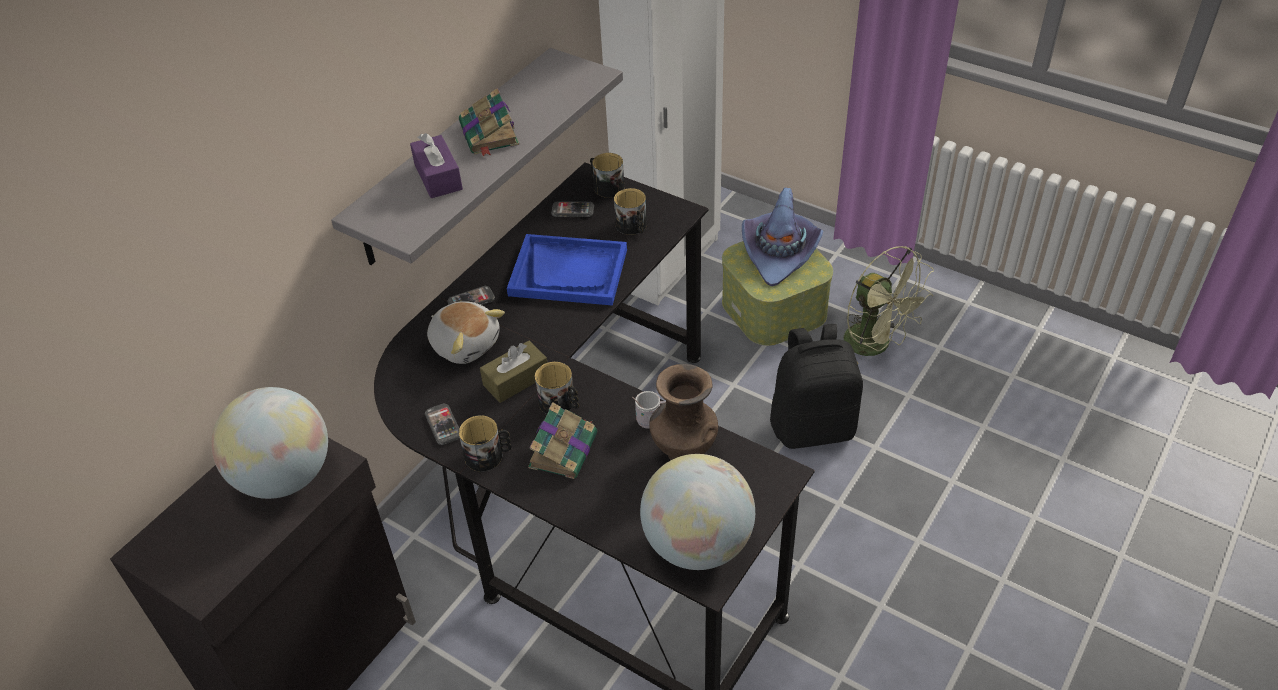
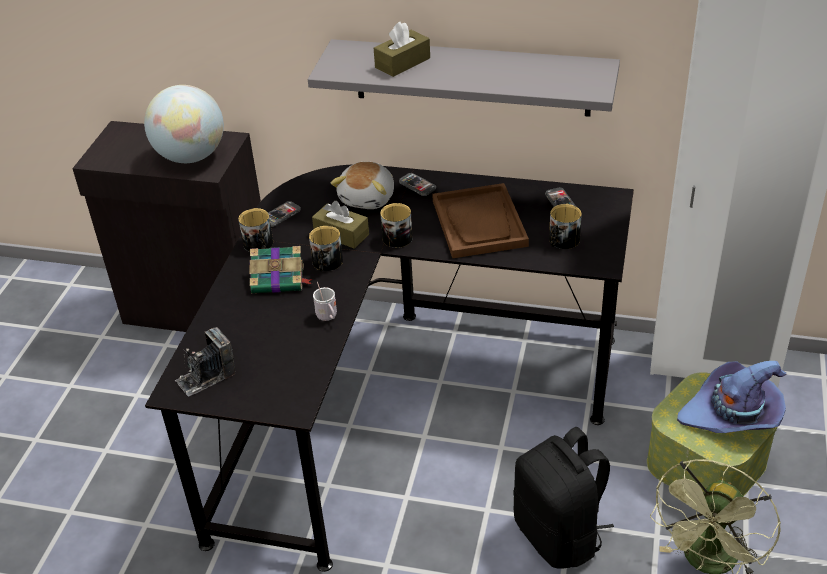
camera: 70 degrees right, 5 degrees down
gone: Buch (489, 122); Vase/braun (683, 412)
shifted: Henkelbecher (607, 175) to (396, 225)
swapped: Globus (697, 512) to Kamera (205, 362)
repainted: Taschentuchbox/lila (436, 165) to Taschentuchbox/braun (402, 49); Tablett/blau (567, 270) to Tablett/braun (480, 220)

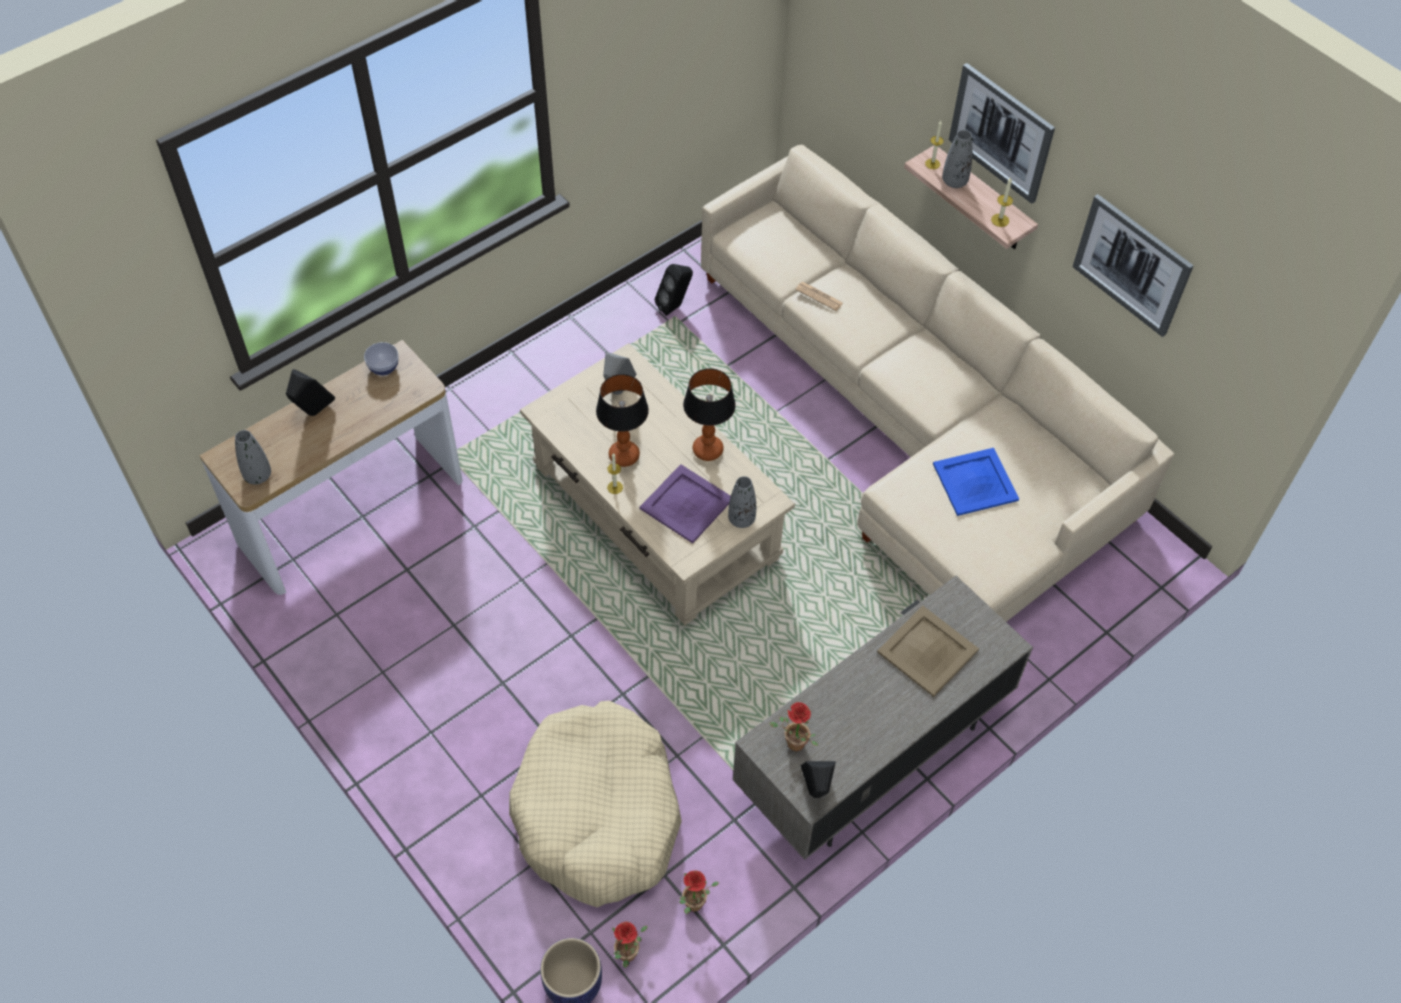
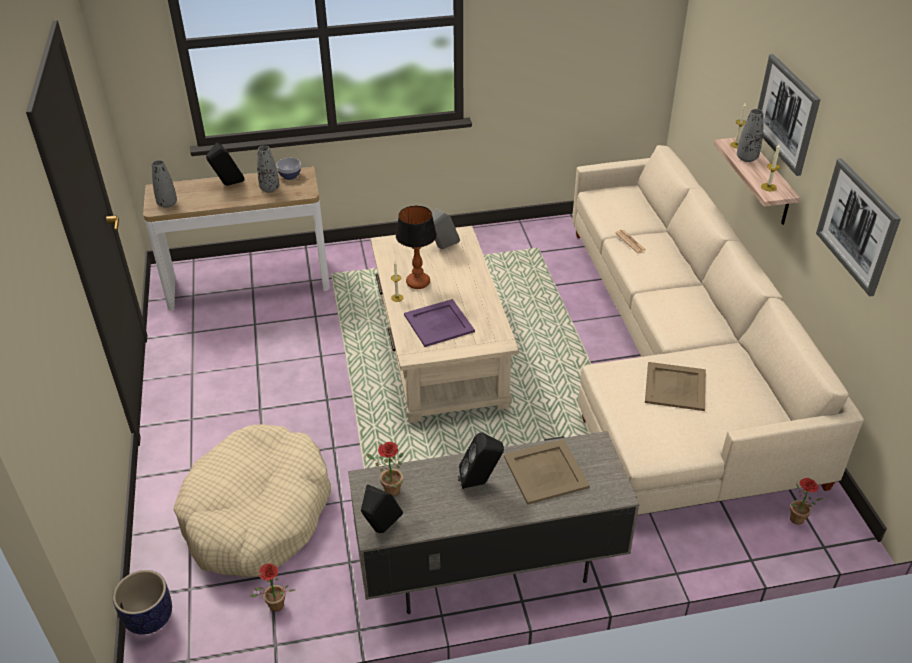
camera: 30 degrees right, 15 degrees down
gone: Tischlampe (709, 414)
shifted: Topfpflanze (630, 945) to (806, 501); Lautsprecher/schwarz (674, 290) to (481, 460); Vase/grau (742, 502) to (268, 169)
repainted: Tablett/blau (976, 482) to Tablett/beige (675, 386)

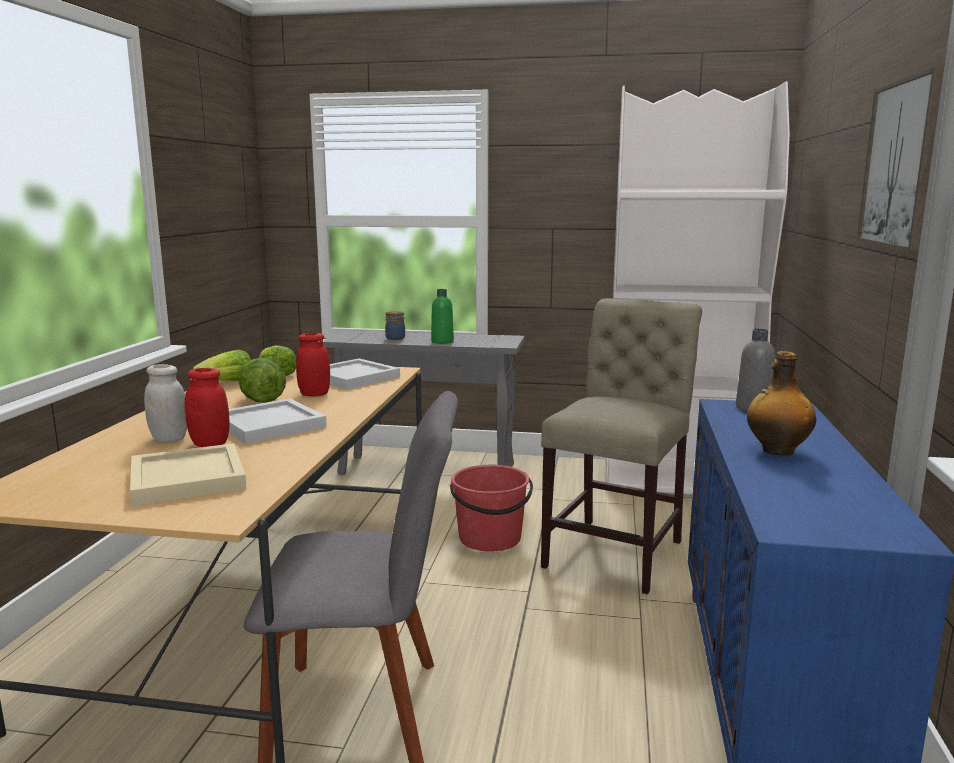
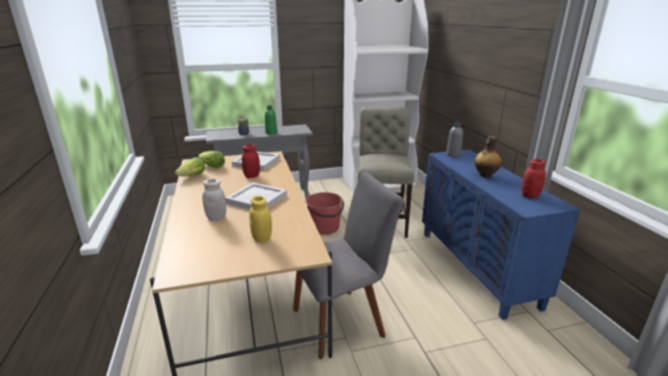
camera: 25 degrees left, 10 degrees up
gone: Salatkopf (262, 380); Bild (900, 159)
shifted: Vorratsglas/rot (207, 407) to (534, 178)
swapped: Tablett/beige (188, 474) to Vorratsglas/gelb (260, 219)

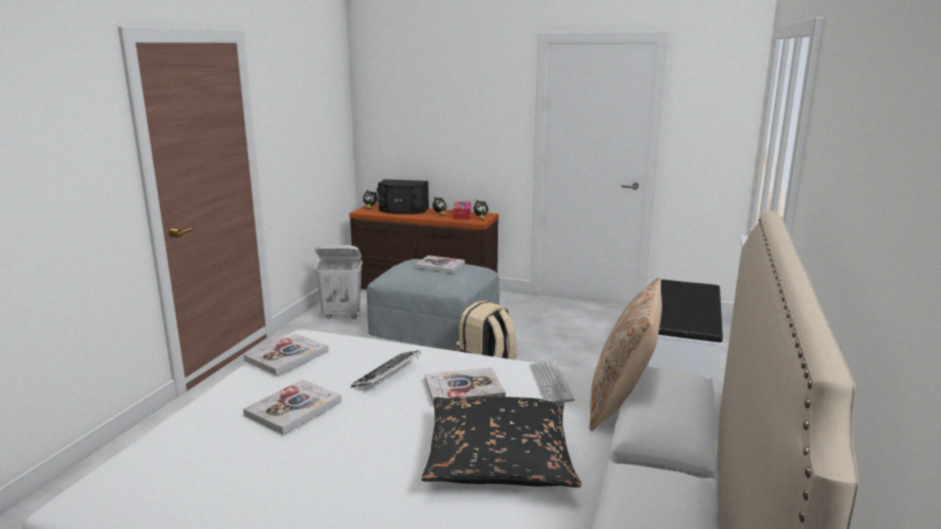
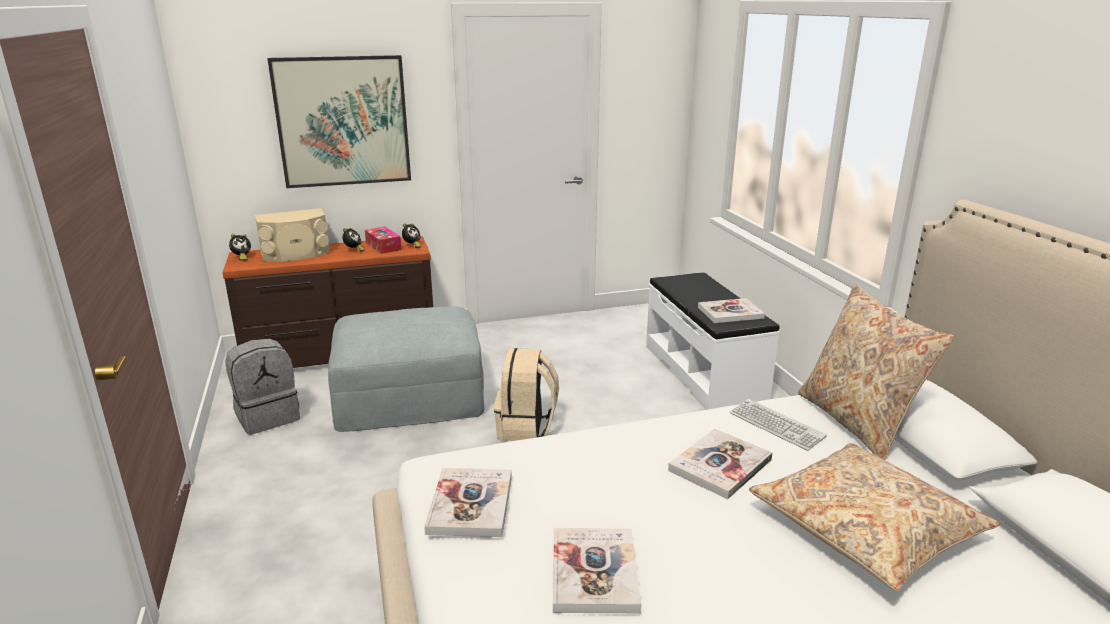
camera: 35 degrees left, 5 degrees up
gone: Tastatur (386, 368)
new: Bild (339, 121)
shifted: Buch (440, 264) to (731, 310)
swapped: Wäschekorb/weiß (338, 282) to Rucksack/grau (262, 387)
repainted: Lautsprecher/schwarz (403, 196) to Lautsprecher/beige (292, 234); Kissen/schwarz (501, 442) to Kissen/beige (874, 517)

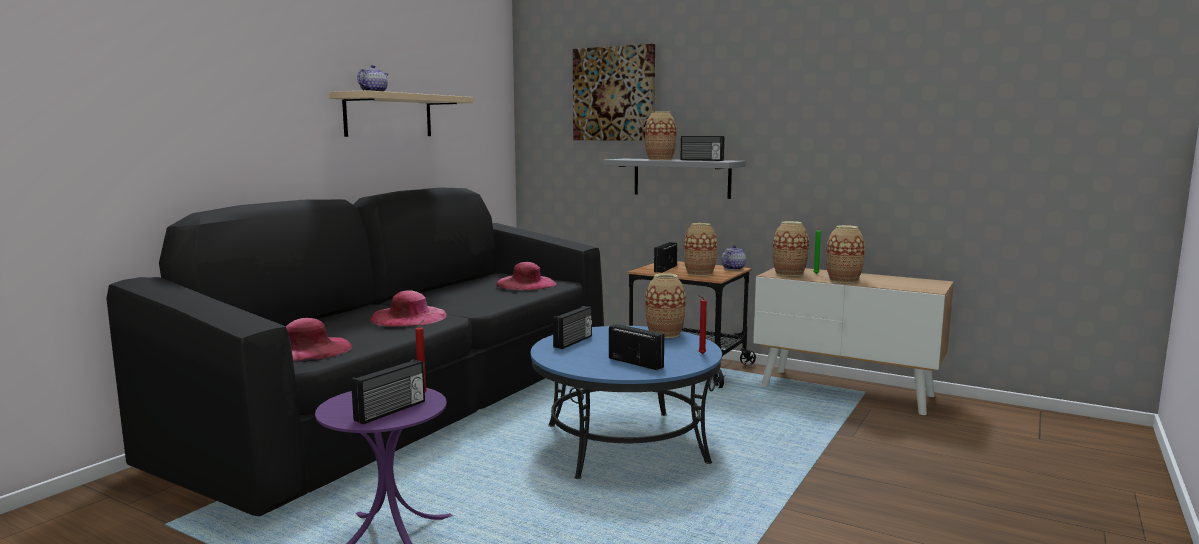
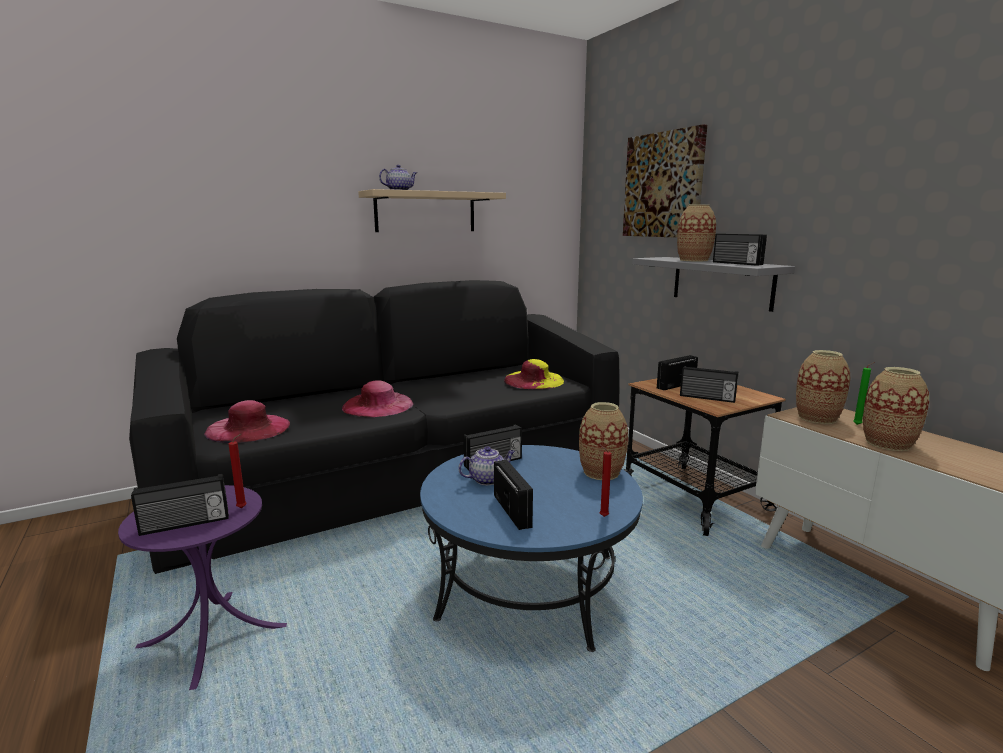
camera: 30 degrees right, 5 degrees up
shifted: Teekanne (733, 257) to (486, 465)
swapped: Vase (701, 249) to Radio (709, 384)
repainted: Hut/rosa (526, 276) to Hut/gelb (534, 374)

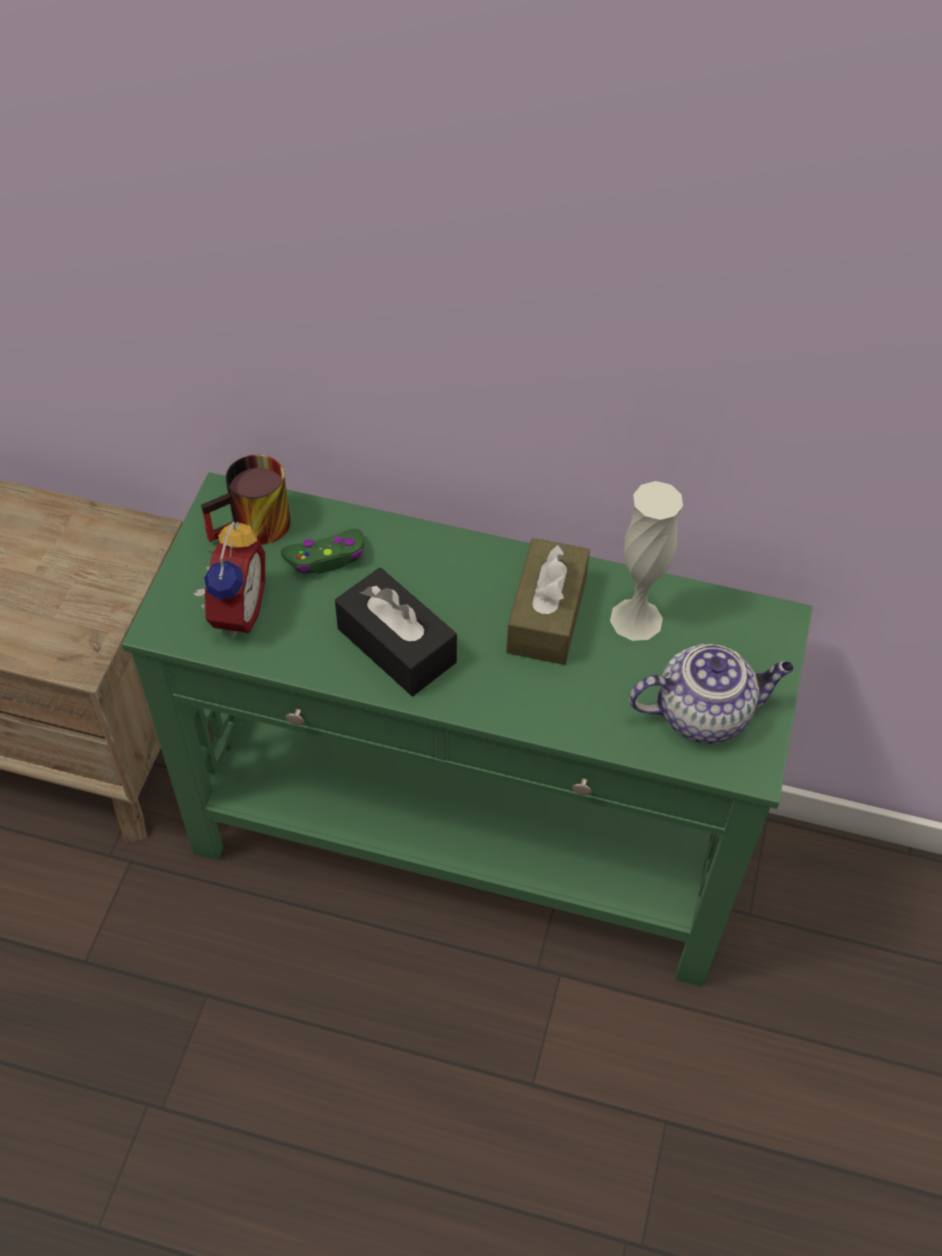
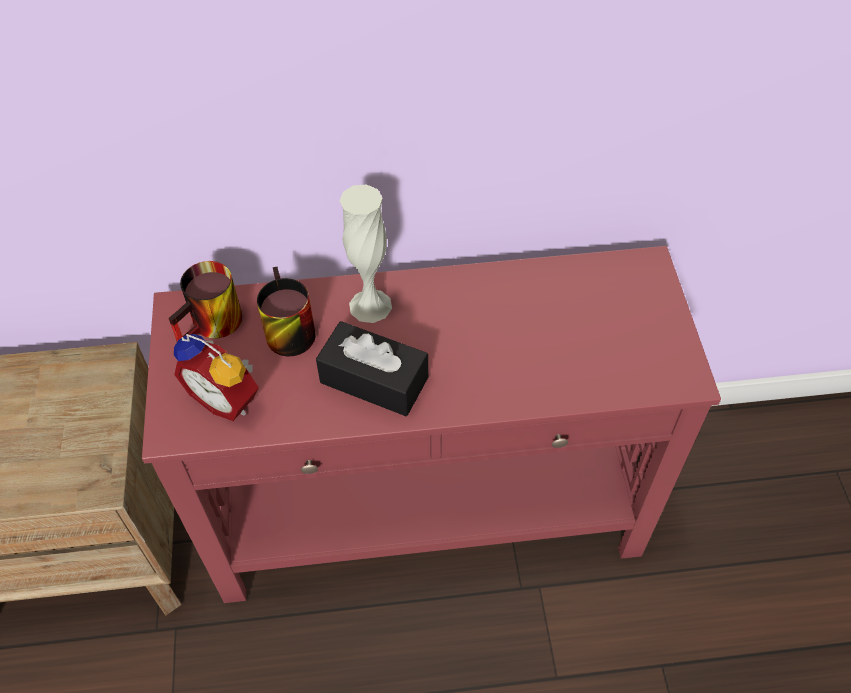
camera: 20 degrees left, 0 degrees up
gone: Taschentuchbox/braun (548, 601); Teekanne (711, 694)
shifted: Vase/weiß (646, 561) to (366, 253)
swapped: Gamepad/grün (323, 552) to Henkelbecher (286, 311)
repainted: Konsolentisch/grün (467, 729) to Konsolentisch/rot (431, 424)
rotated: Wecker (229, 579) = (216, 377) 135 degrees clockwise

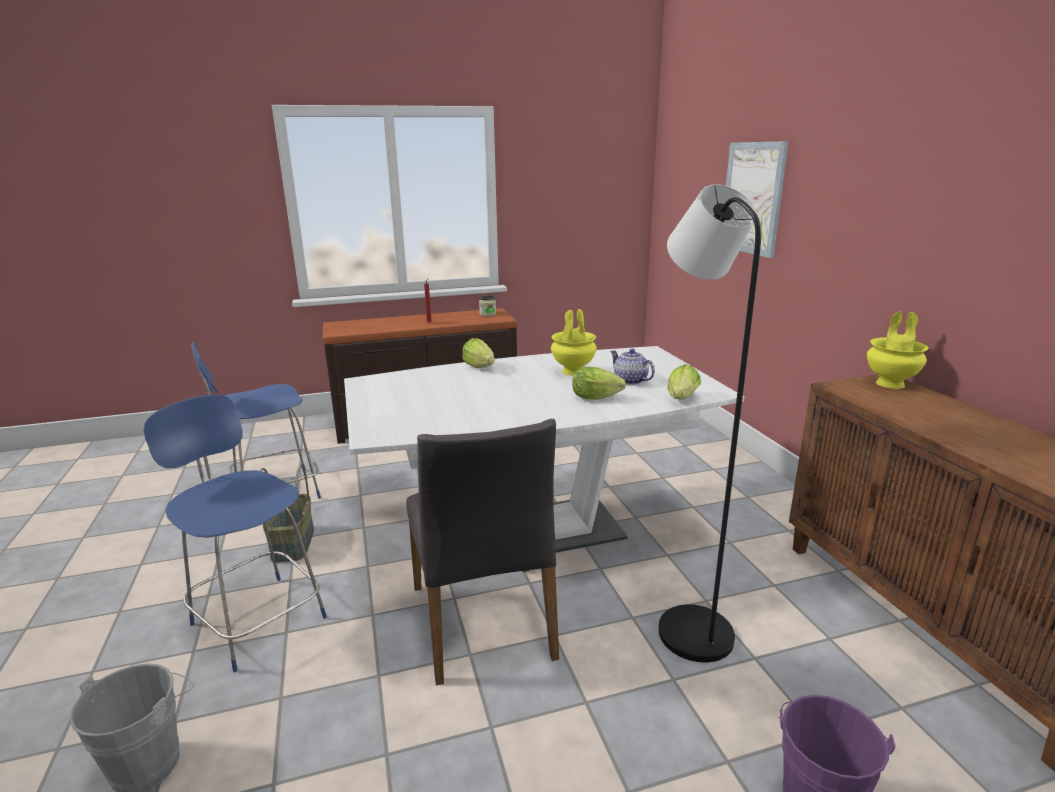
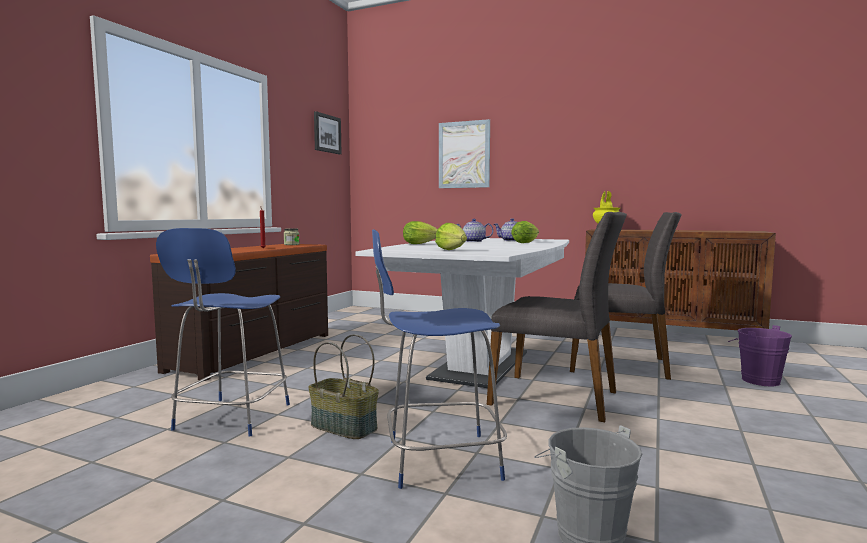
camera: 50 degrees left, 15 degrees down
new: Bild (328, 132)
shifted: Salatkopf (684, 382) to (451, 236)
swapped: Vase/gelb (574, 342) to Teekanne (474, 230); Stehlampe/schwarz (710, 423) to Stuhl/grau (626, 296)

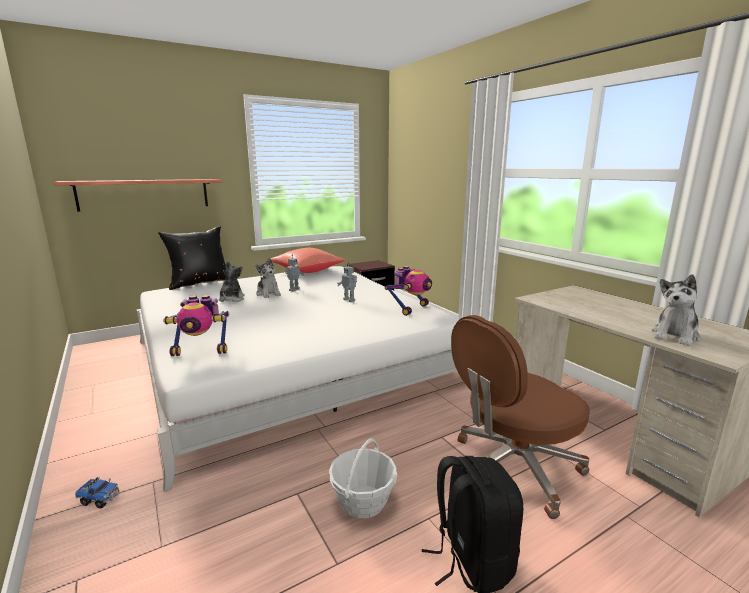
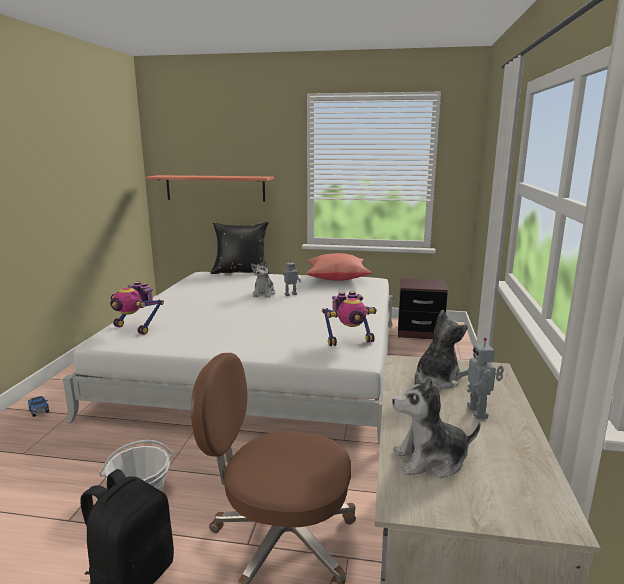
camera: 40 degrees right, 0 degrees up
shifted: Plüschtier (232, 281) to (441, 349); Spielzeugroboter (347, 282) to (480, 378)

